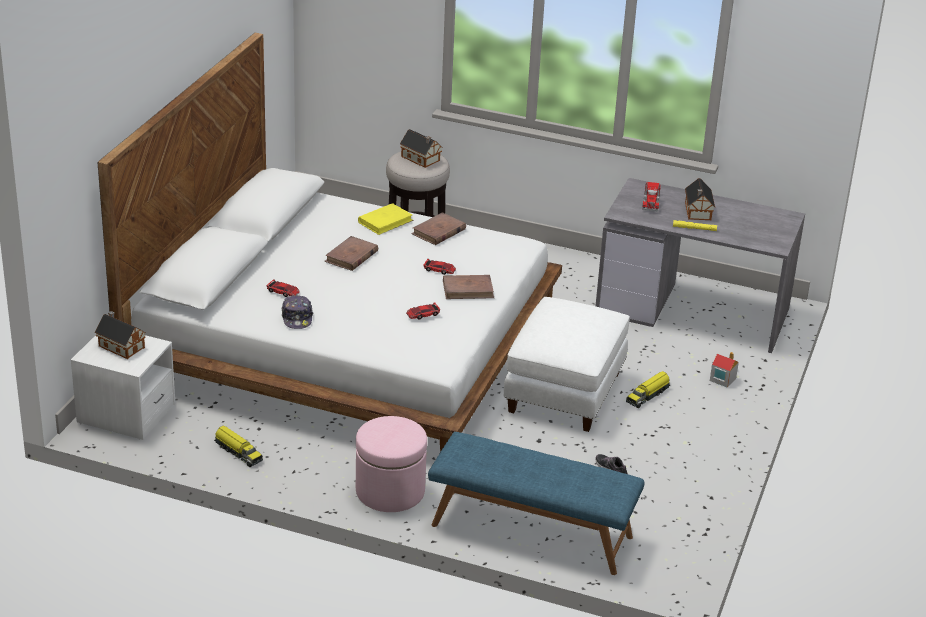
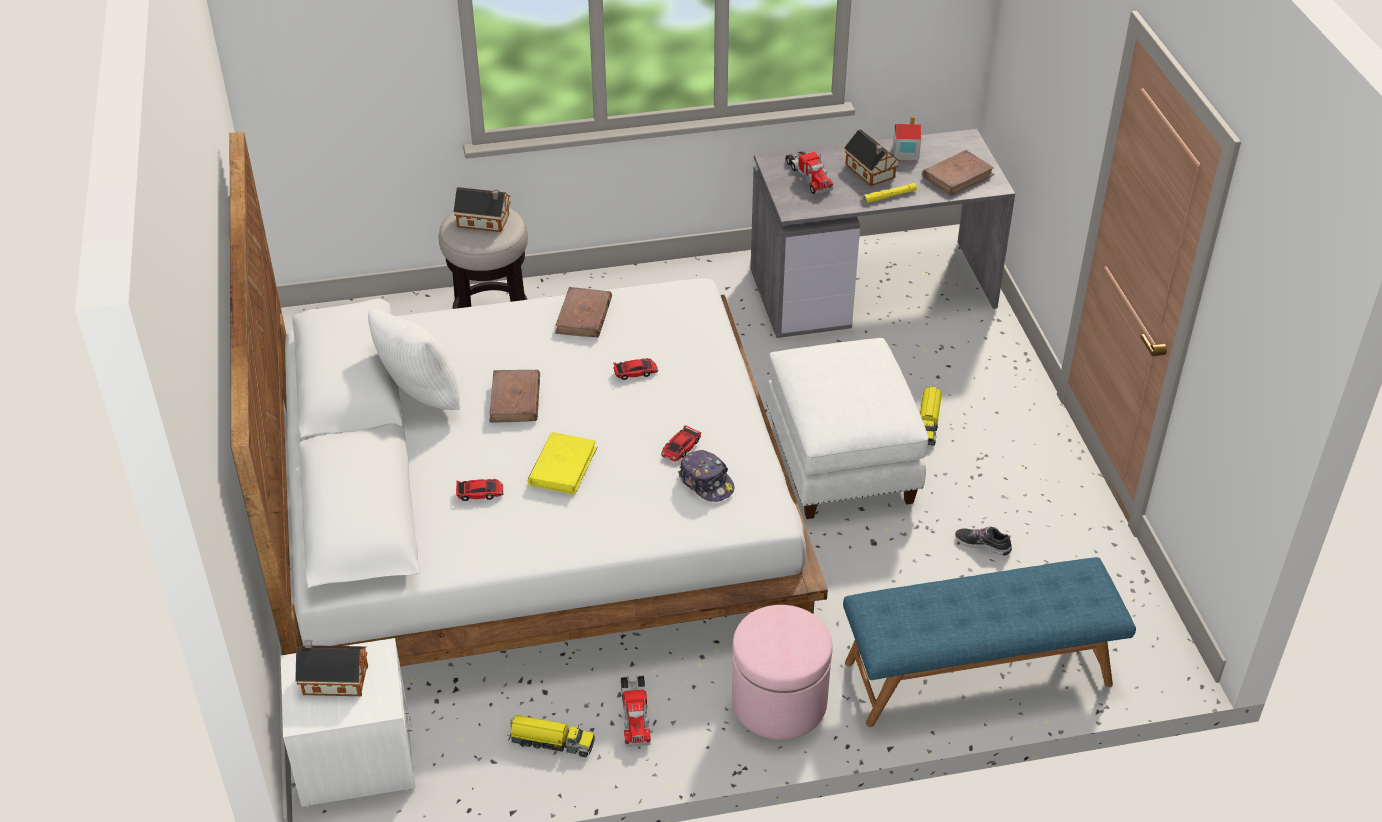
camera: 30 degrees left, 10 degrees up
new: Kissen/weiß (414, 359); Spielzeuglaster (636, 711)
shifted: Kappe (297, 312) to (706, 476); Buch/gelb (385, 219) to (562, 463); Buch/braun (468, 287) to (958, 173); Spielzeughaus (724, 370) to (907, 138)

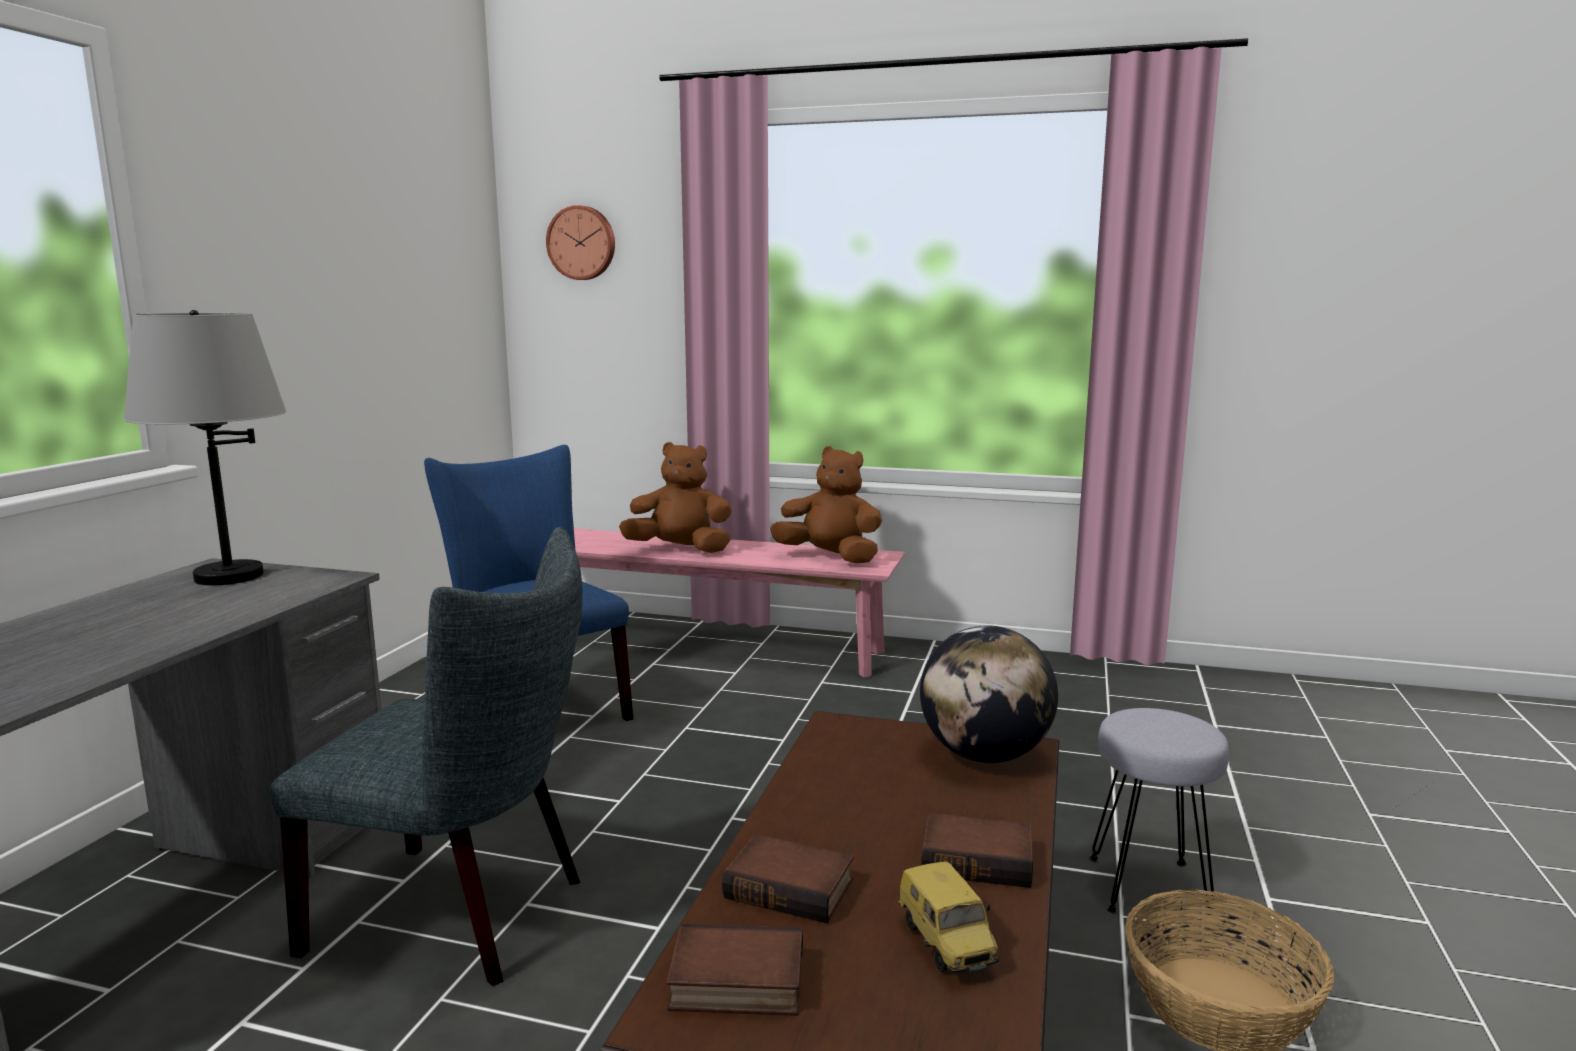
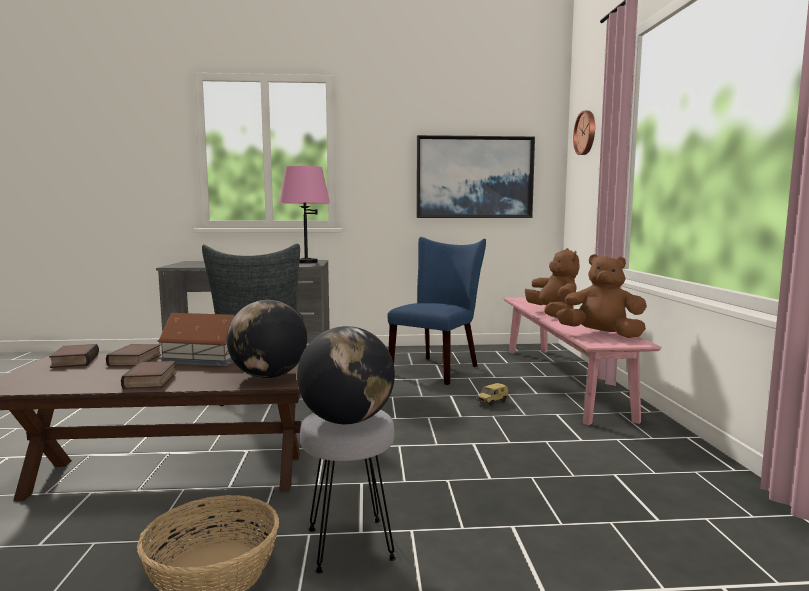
camera: 70 degrees right, 5 degrees down
new: Spielzeughaus (196, 339); Globus (346, 375); Bild (475, 176)
shifted: Spielzeugauto (948, 917) to (492, 395)
repainted: Tischlampe/grau (204, 447) to Tischlampe/rosa (304, 214)
rotated: Plüschtier/braun (826, 505) = (601, 296) 75 degrees counterclockwise

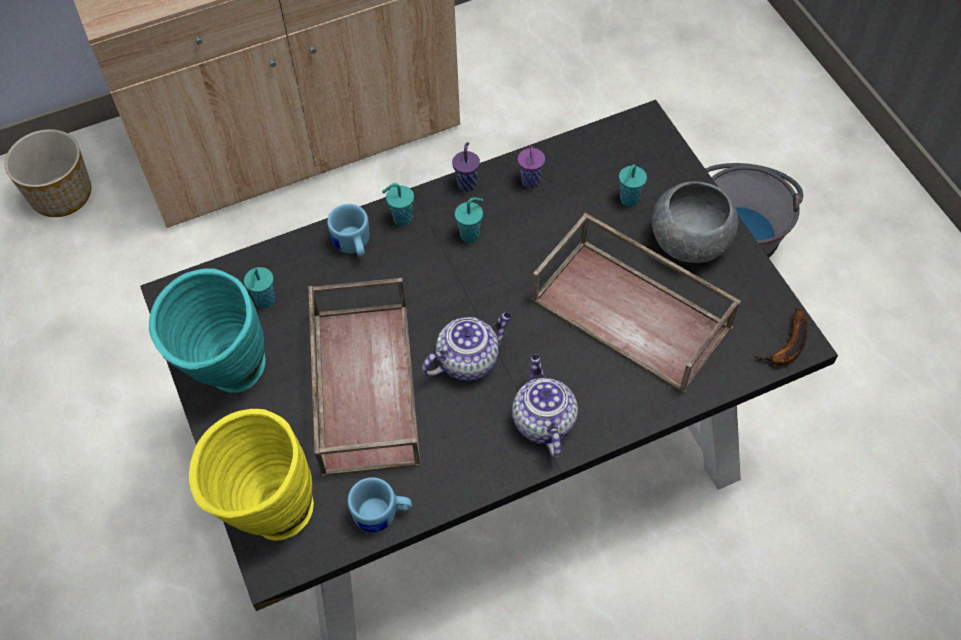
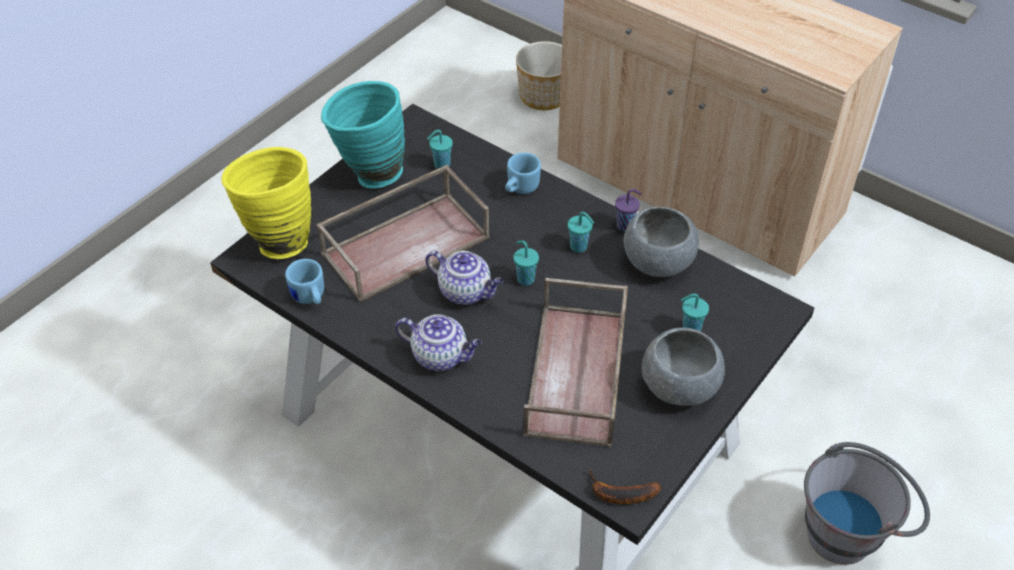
camera: 60 degrees right, 10 degrees down
shifted: Tasse/türkis (398, 204) to (526, 263)
swapped: Tasse/lila (531, 167) to Schüssel/grau (661, 242)
rotated: Teekanne (545, 406) = (438, 342) 60 degrees clockwise

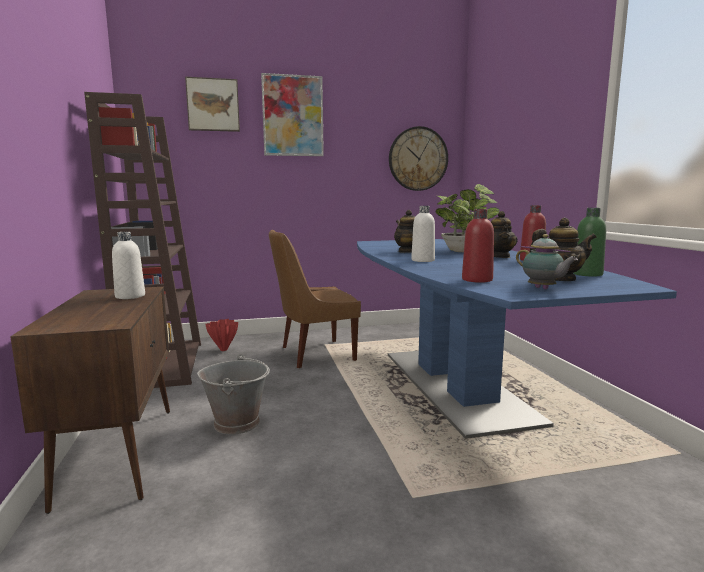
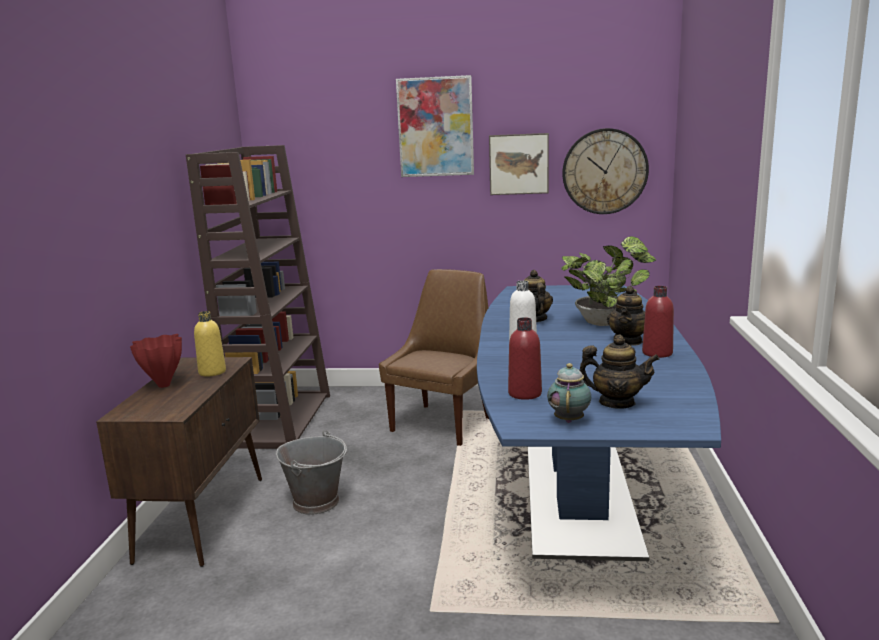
camera: 20 degrees right, 5 degrees up
gone: Flasche/grün (589, 242)
shifted: Bild (212, 104) to (519, 164); Vase/rot (222, 335) to (156, 361)
repainted: Flasche/weiß (128, 265) to Flasche/gelb (210, 344)
rotated: Stuhl/braun (315, 299) = (434, 357) 120 degrees clockwise; Teekanne (547, 261) = (569, 393) 150 degrees counterclockwise

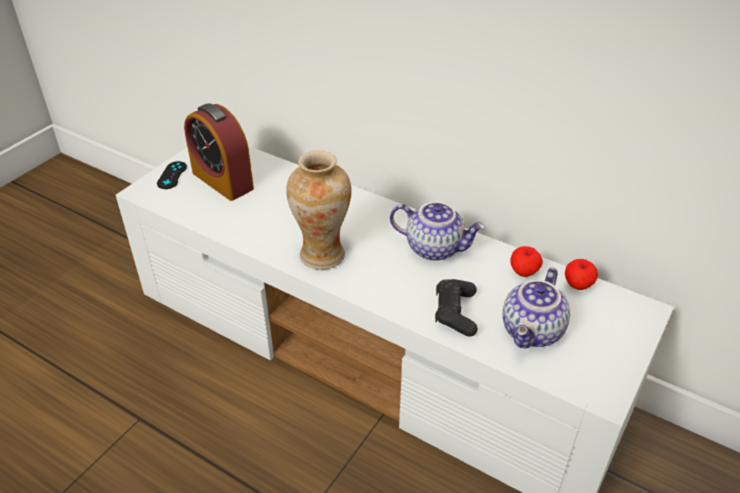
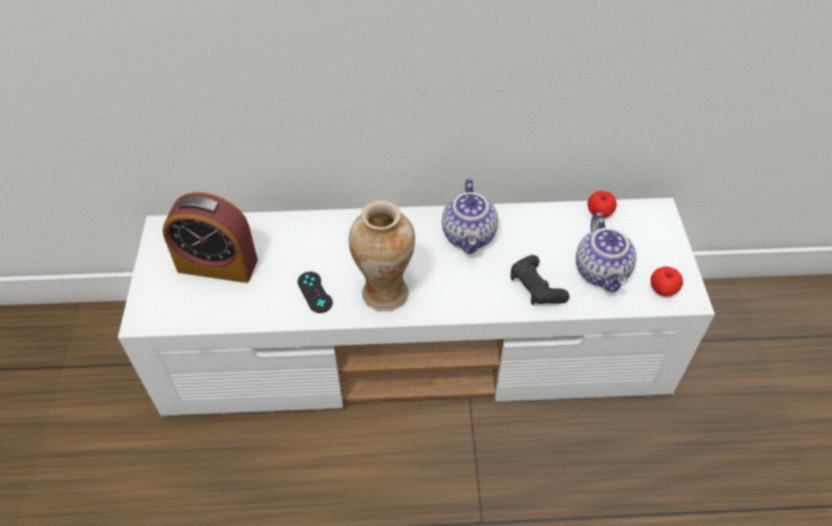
camera: 35 degrees left, 10 degrees up
shifted: Gamepad/schwarz (172, 175) to (315, 292); Apfel (526, 261) to (667, 281)
rotated: Teekanne (437, 231) = (470, 216) 105 degrees clockwise

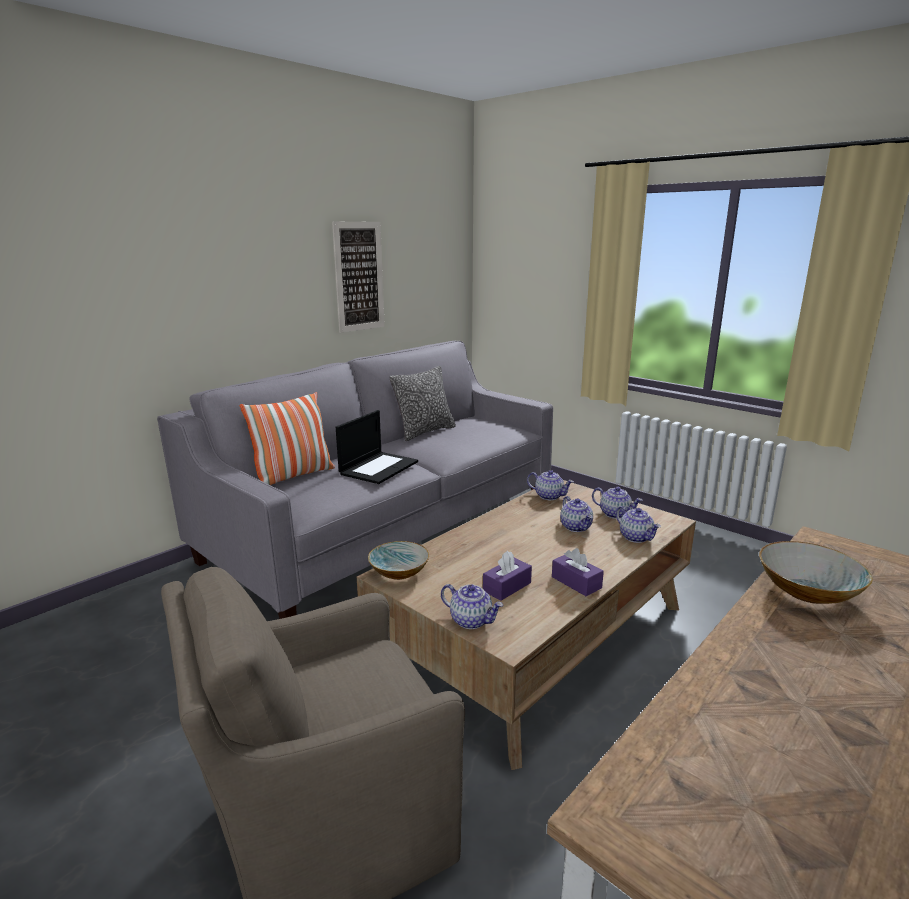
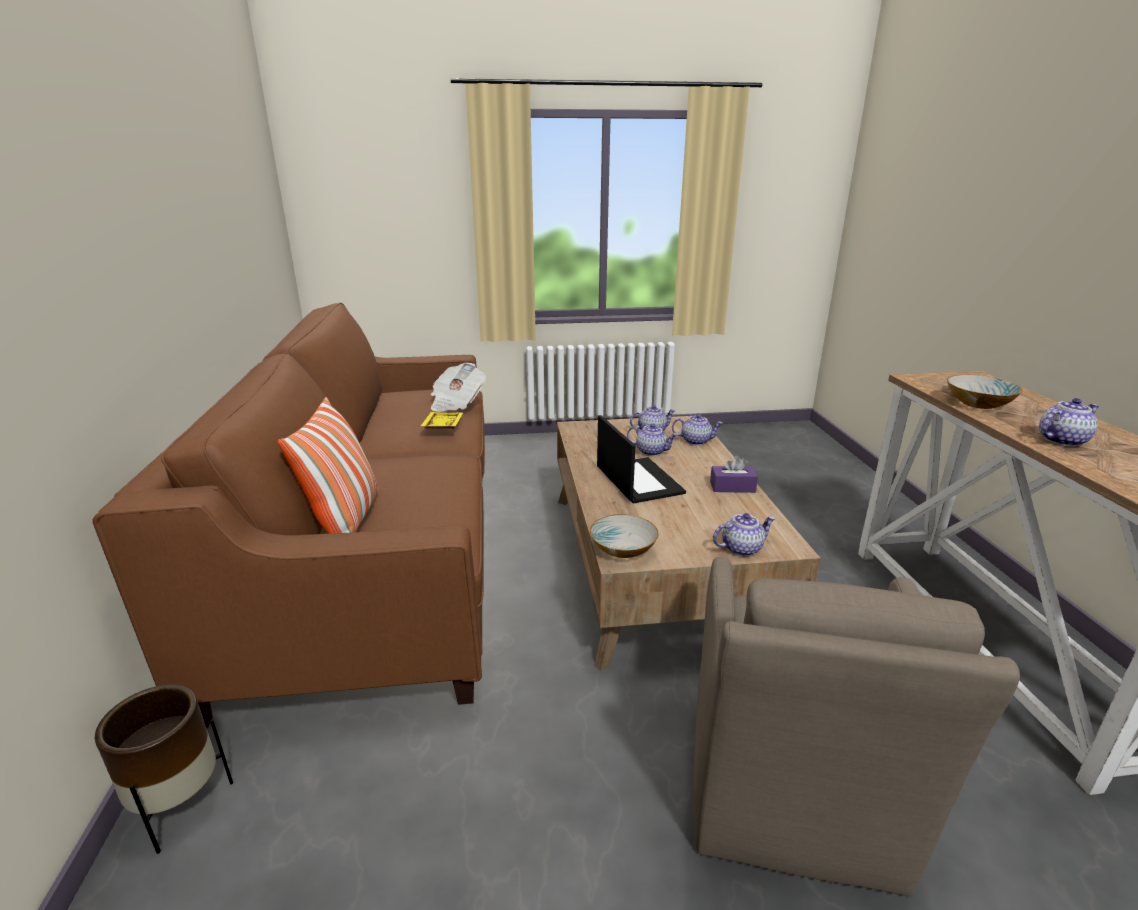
camera: 50 degrees left, 5 degrees up
gone: Bild (358, 277); Kissen (423, 403); Taschentuchbox/lila (507, 576)
new: Pflanzkübel/braun (164, 769); Tablett/gelb (442, 420); Zeitung (458, 387)
shifted: Laptop (377, 447) to (641, 459); Teekanne (550, 485) to (1069, 422)
repainted: Sofa/grau (355, 480) to Sofa/braun (288, 515)

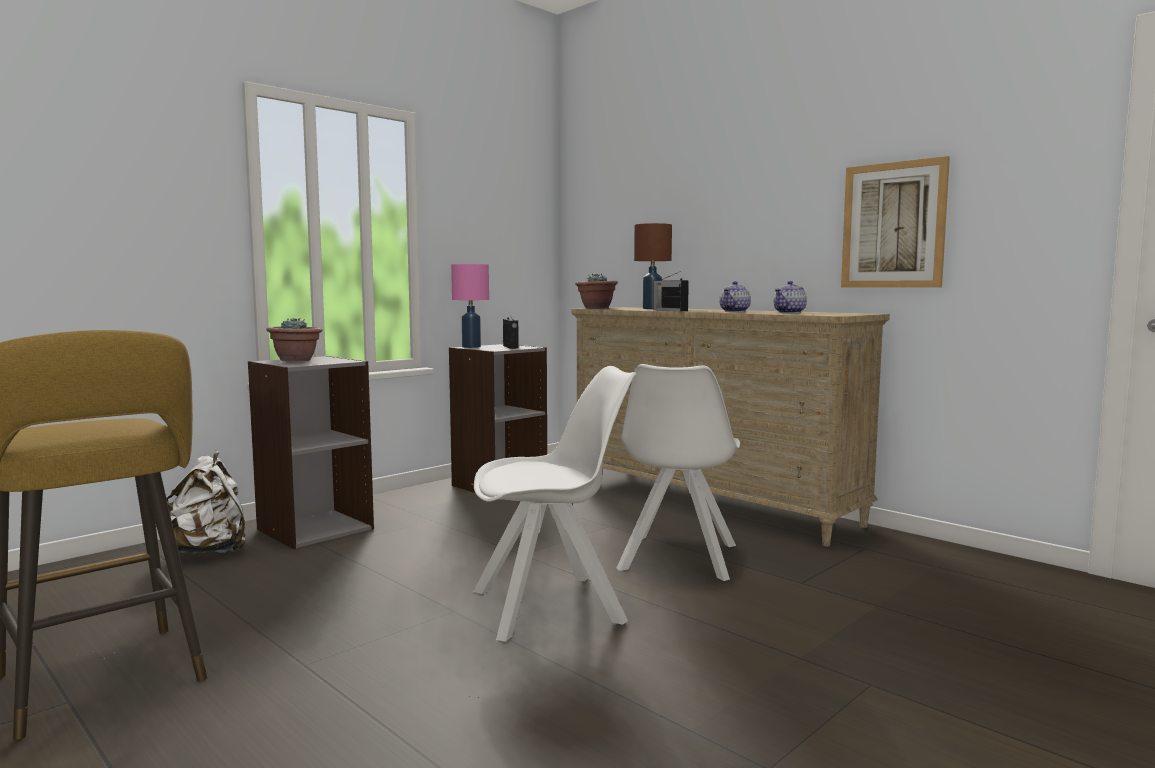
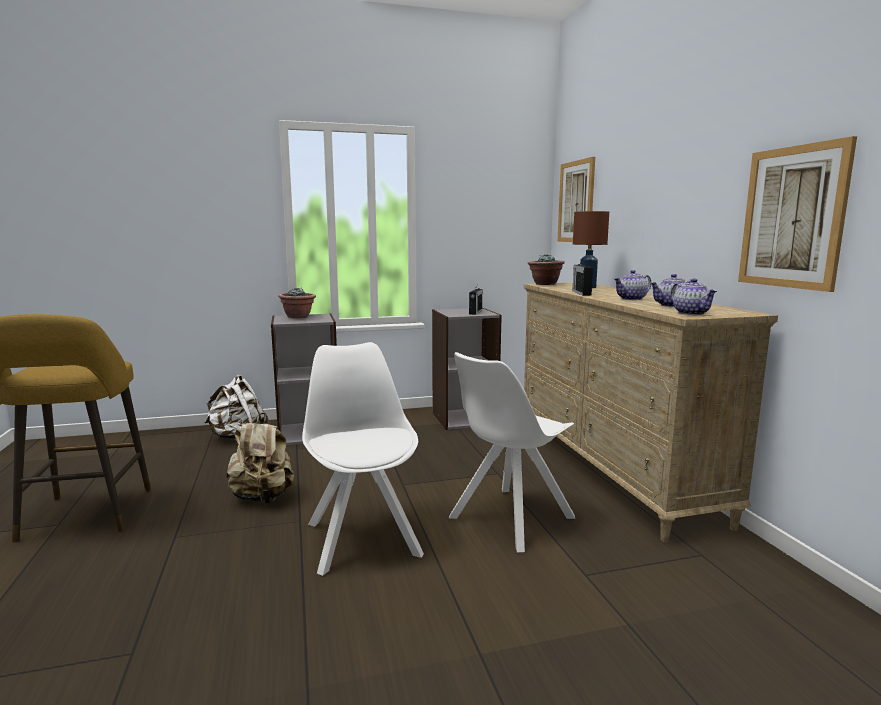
camera: 30 degrees right, 5 degrees up
gone: Tischlampe/rosa (470, 306)
new: Rucksack/beige (260, 458); Bild (576, 199); Teekanne (694, 296)
rotated: Stuhl/weiß (554, 504) = (363, 459) 120 degrees counterclockwise

